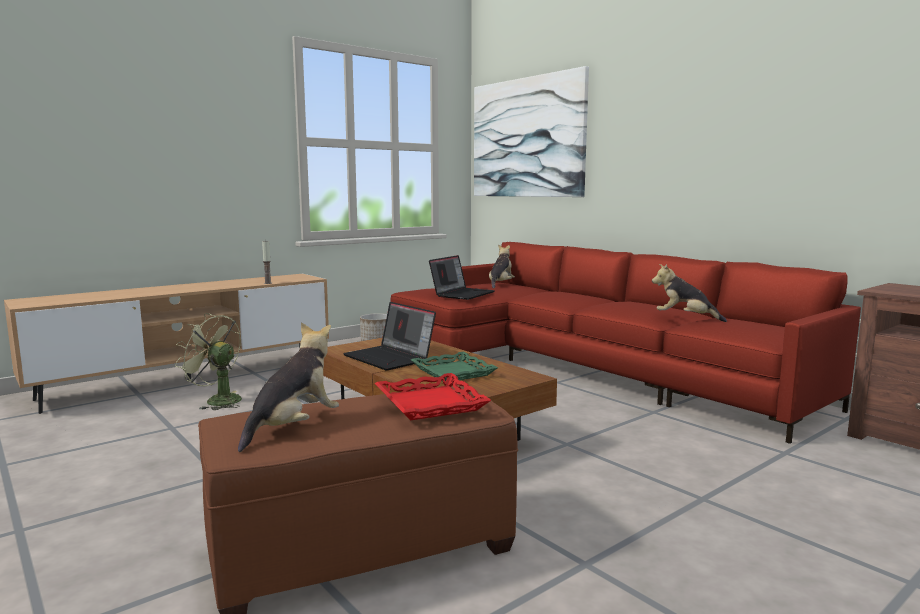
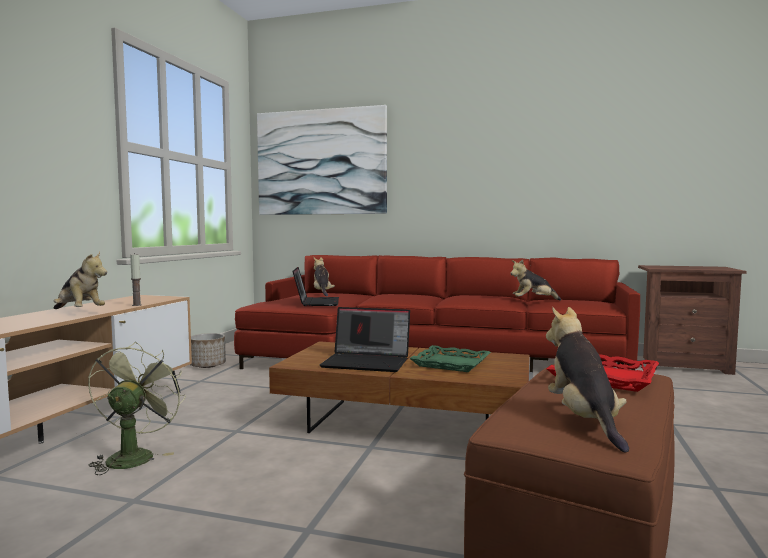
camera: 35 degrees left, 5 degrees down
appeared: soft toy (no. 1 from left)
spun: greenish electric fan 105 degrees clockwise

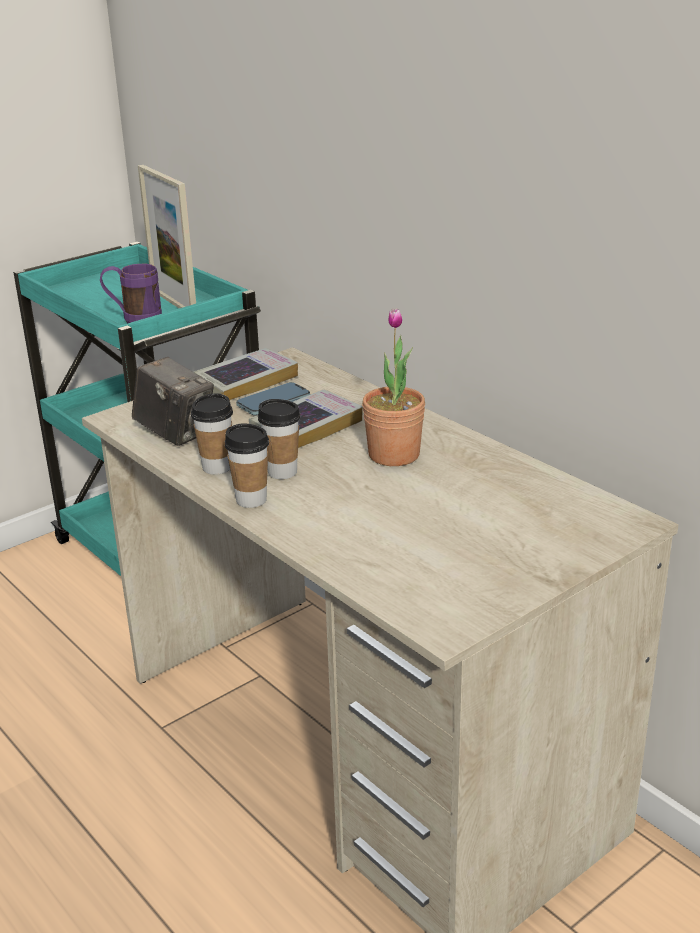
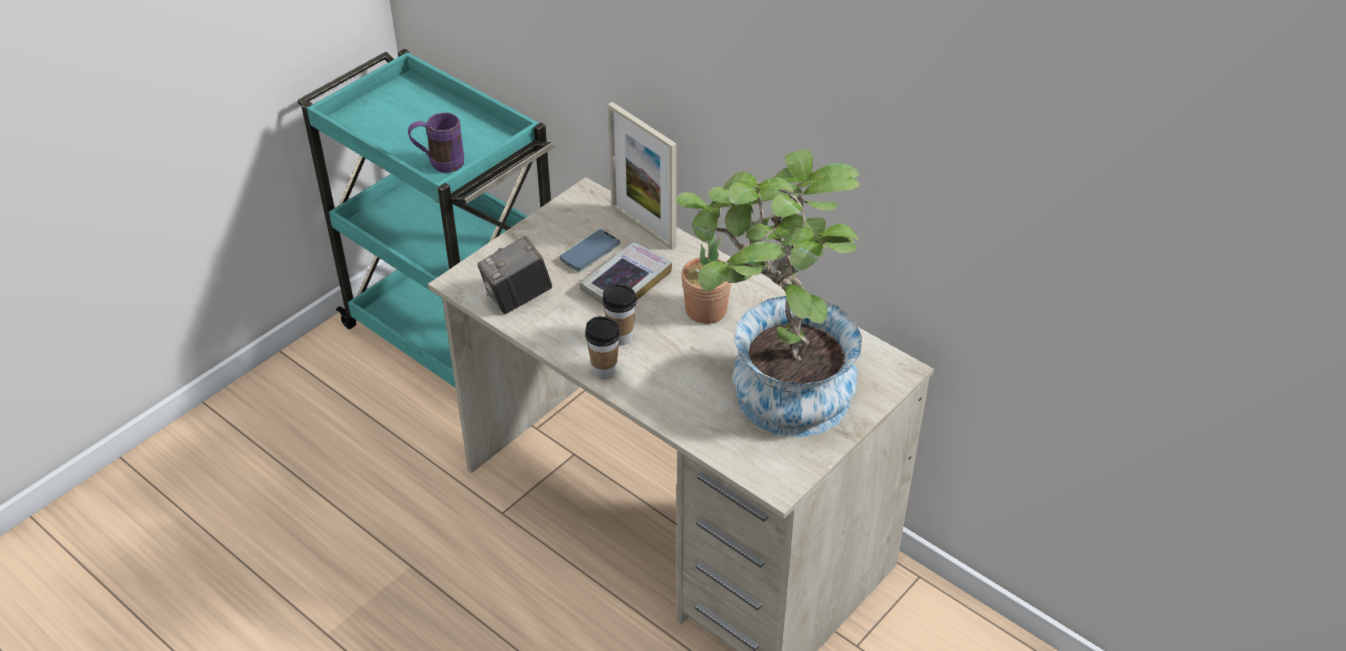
camera: 10 degrees left, 15 degrees up
missing: small cup (no. 1 from left); volume (no. 1 from left)
appeared: houseplant (no. 2 from left)
relocated: standing frame
spun: still camera 120 degrees clockwise

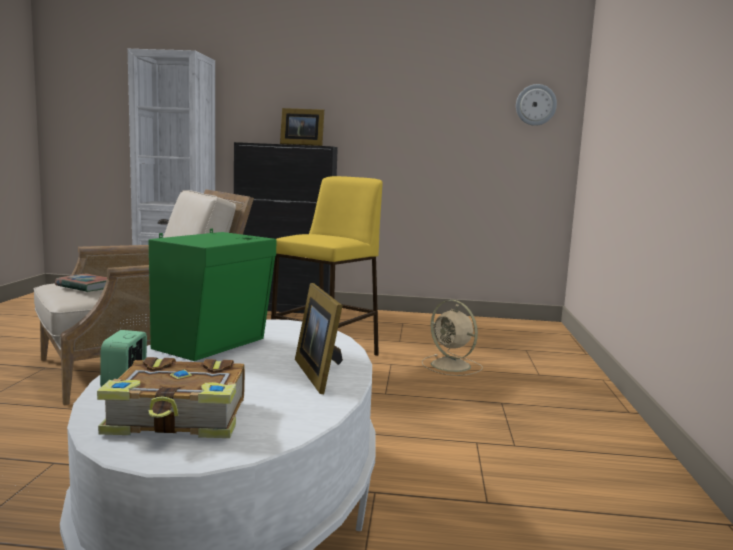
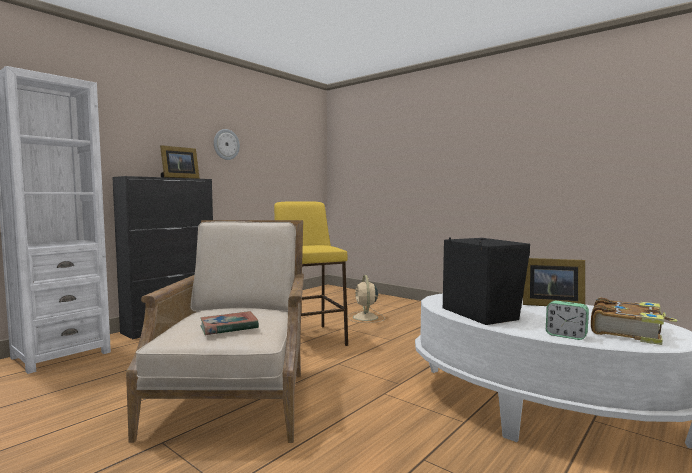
camera: 55 degrees left, 5 degrees down
relocated: wall clock
colour: greenish audio speaker to black audio speaker
spun: beige electric fan 90 degrees clockwise

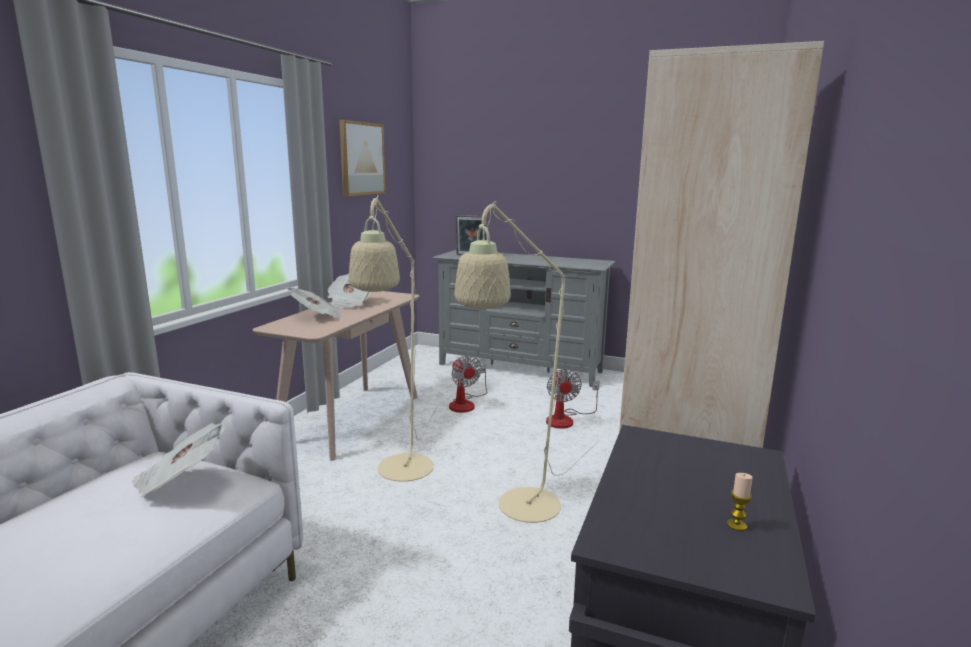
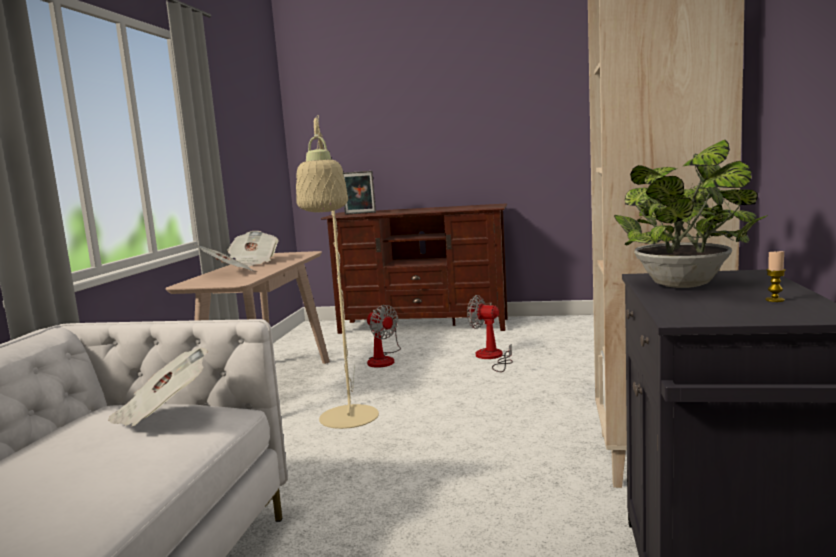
camera: 10 degrees left, 5 degrees down
missing: wall picture; beige standing lamp (no. 2 from left)
appeared: houseplant
colour: grey tv unit to brown-coloured tv unit
spun: electric fan (no. 2 from left) 135 degrees clockwise

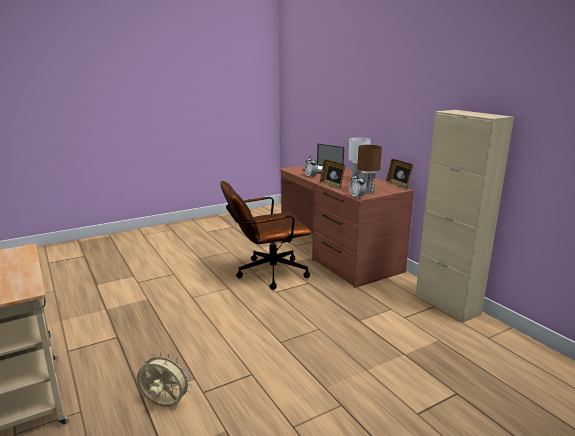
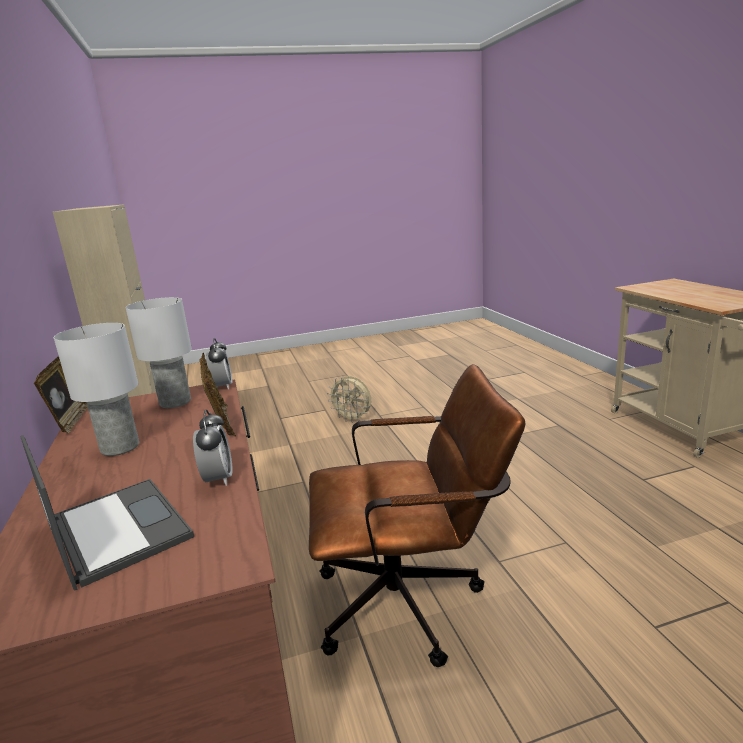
camera: 165 degrees left, 0 degrees up
relocated: beige electric fan
colour: brown-coloured table lamp to white-coloured table lamp (no. 2 from left)

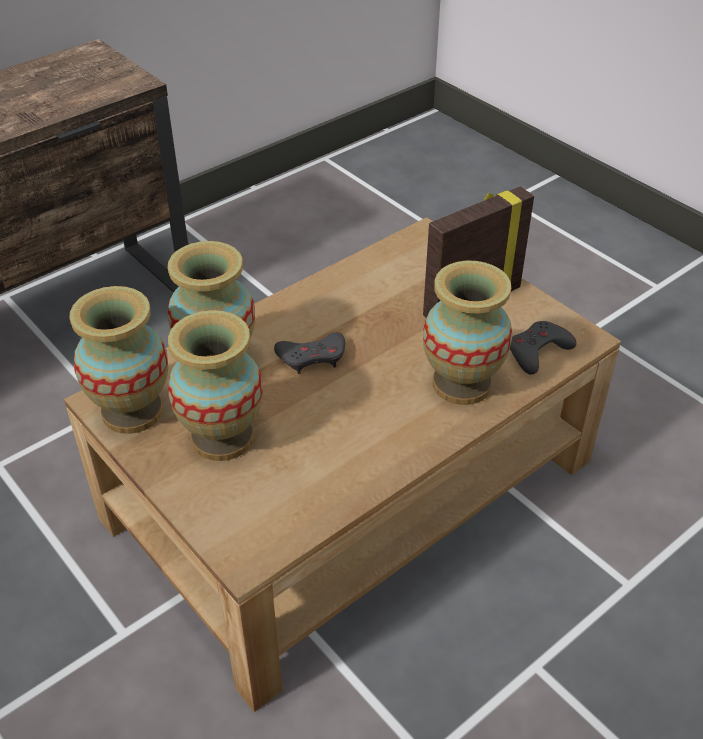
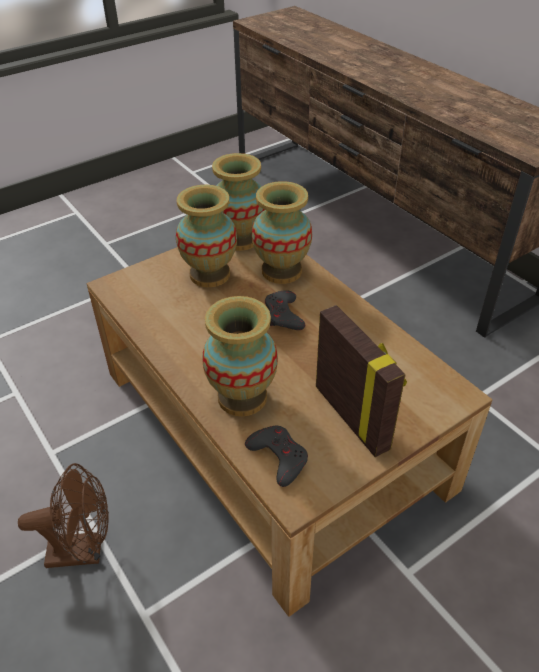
camera: 95 degrees right, 0 degrees up
appeared: brown-coloured electric fan

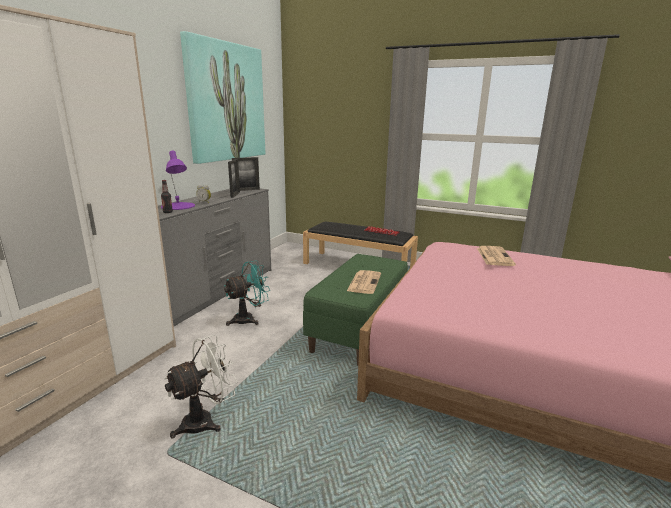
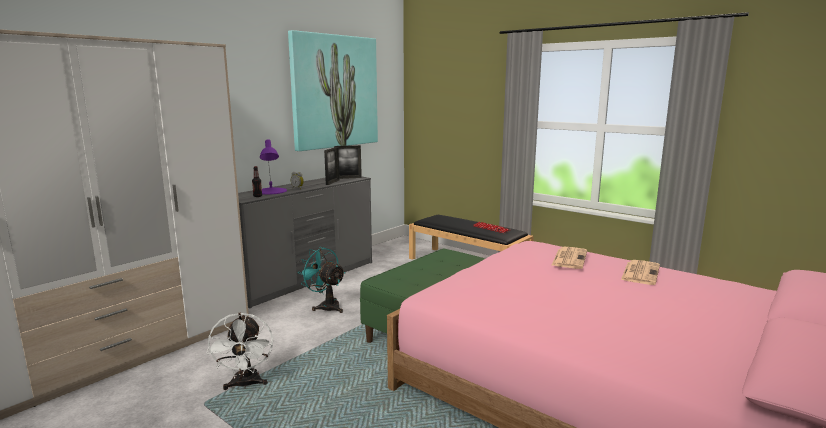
camera: 15 degrees right, 5 degrees down
relocated: daily paper (no. 1 from left in the first image) to daily paper (no. 2 from left)
spun: white-coloured electric fan 105 degrees clockwise; turquoise-coloured electric fan 120 degrees counterclockwise

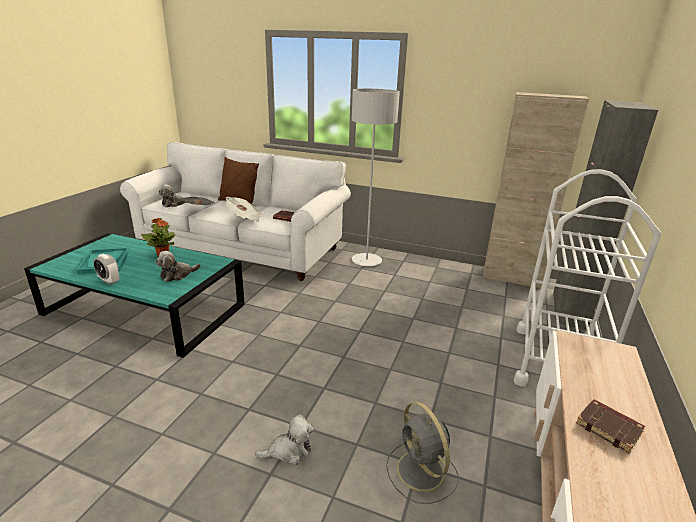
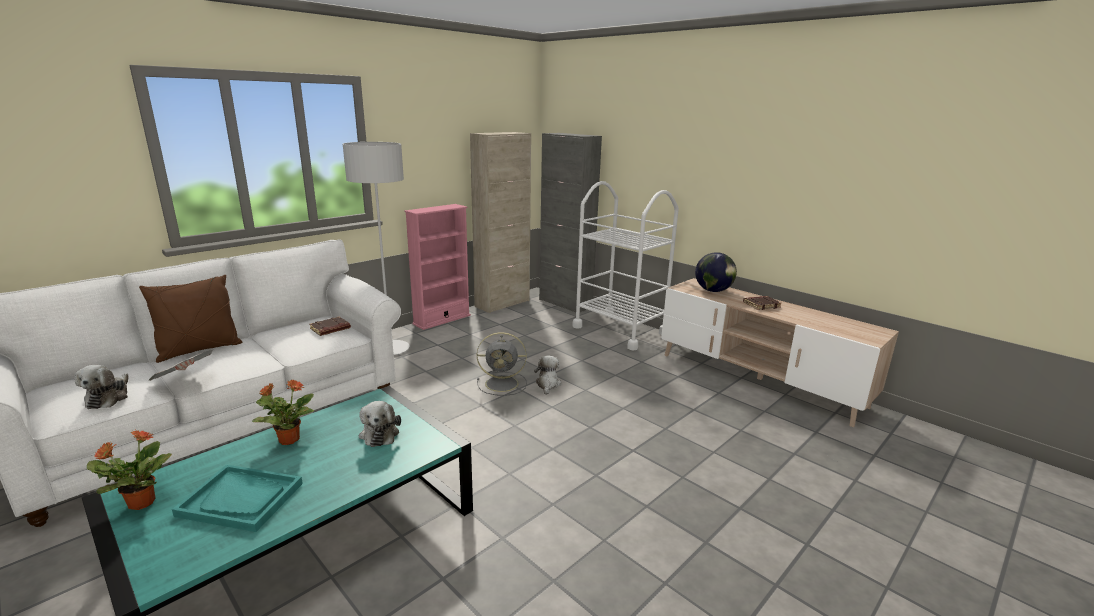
camera: 65 degrees left, 5 degrees down
missing: bedside clock; daily paper (no. 2 from left)
appeared: houseplant (no. 1 from left); pink shelving unit; desk globe
relocated: grey electric fan; soft toy (no. 3 from left)

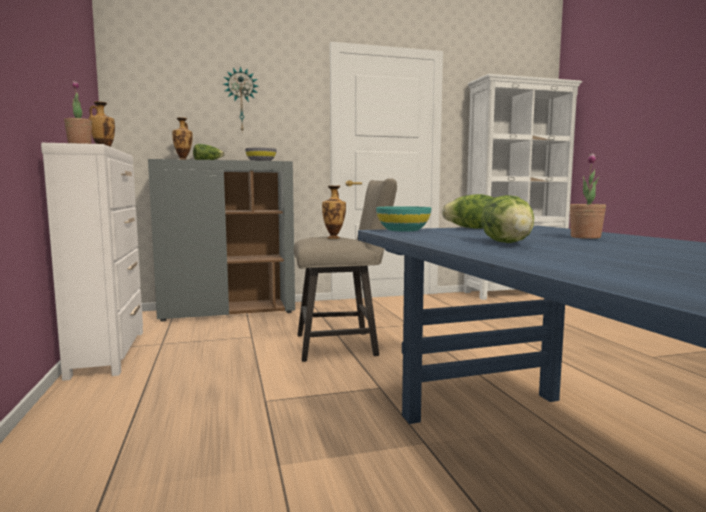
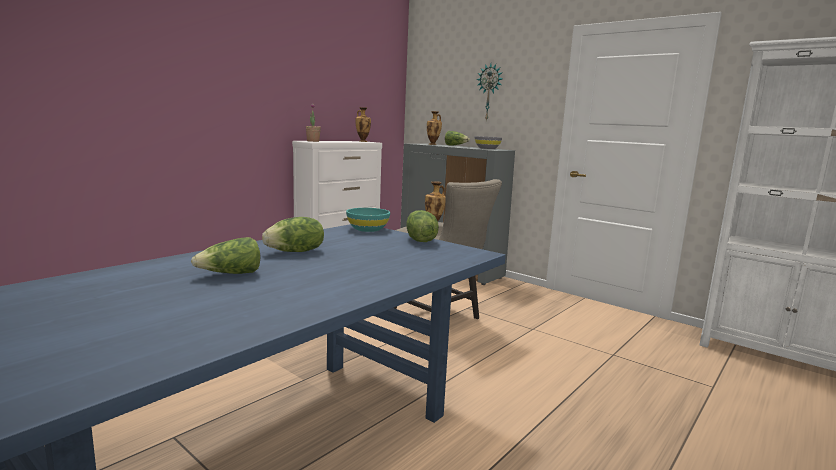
camera: 55 degrees right, 5 degrees up
missing: houseplant (no. 2 from left)
appeared: lettuce (no. 1 from left)

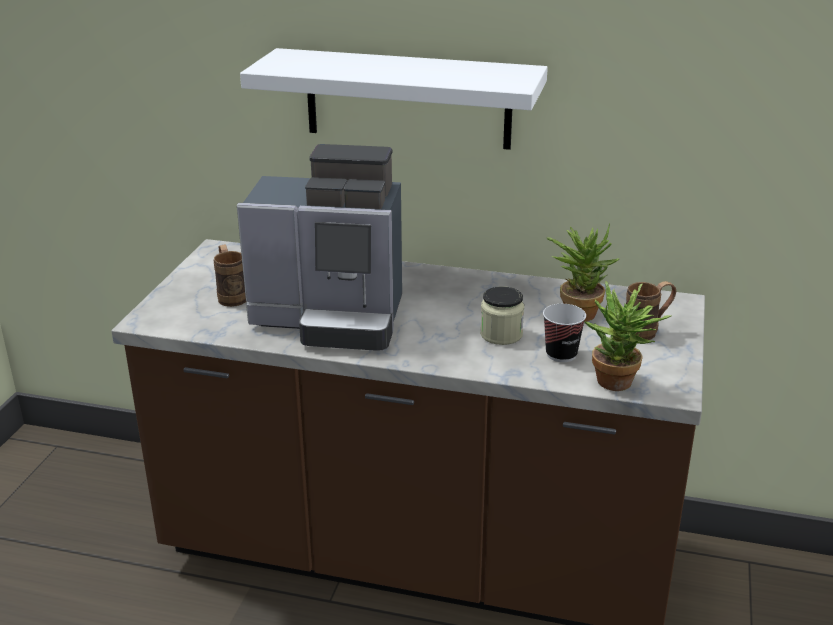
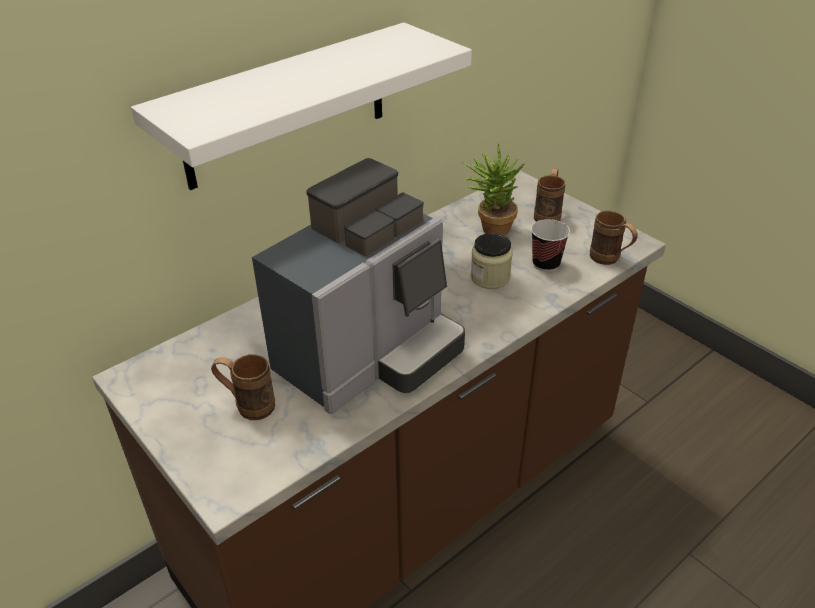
camera: 55 degrees left, 10 degrees up
exchanged: houseplant (no. 2 from left) to brown-coloured coffee mug (no. 3 from left)

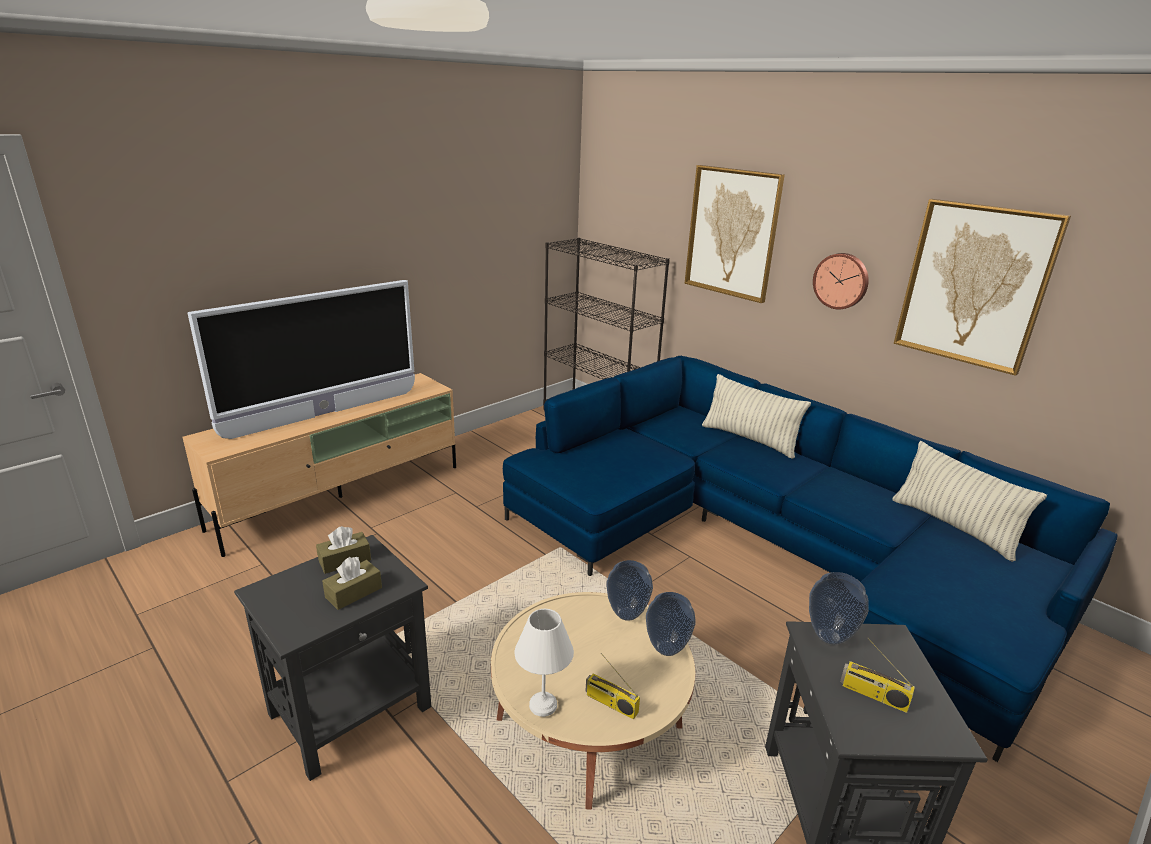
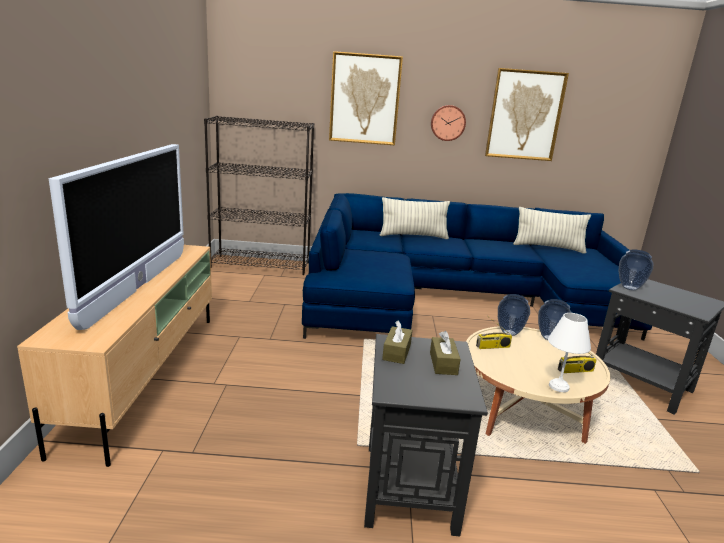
camera: 45 degrees left, 5 degrees down
relocated: radio set (no. 2 from left in the first image) to radio set (no. 1 from left)

